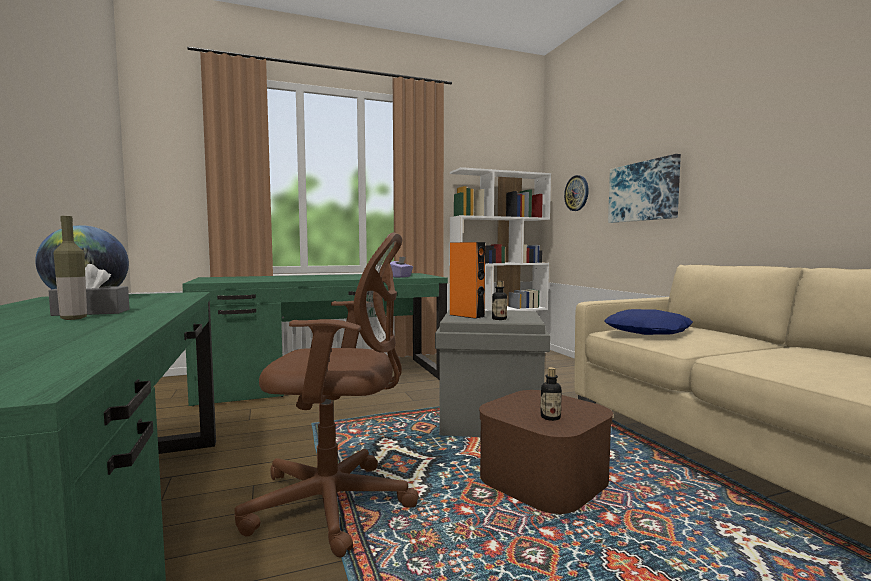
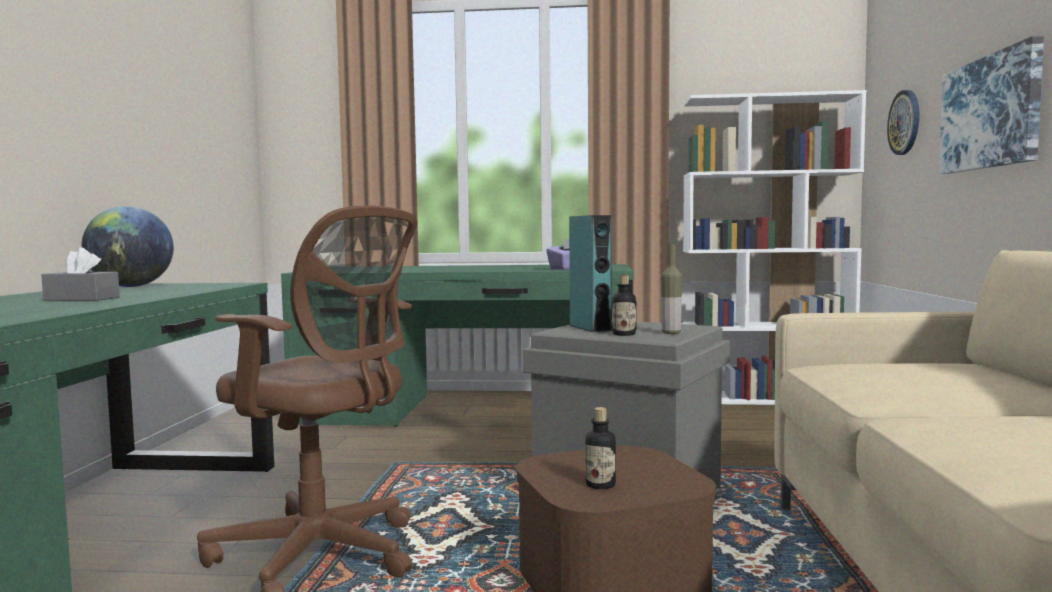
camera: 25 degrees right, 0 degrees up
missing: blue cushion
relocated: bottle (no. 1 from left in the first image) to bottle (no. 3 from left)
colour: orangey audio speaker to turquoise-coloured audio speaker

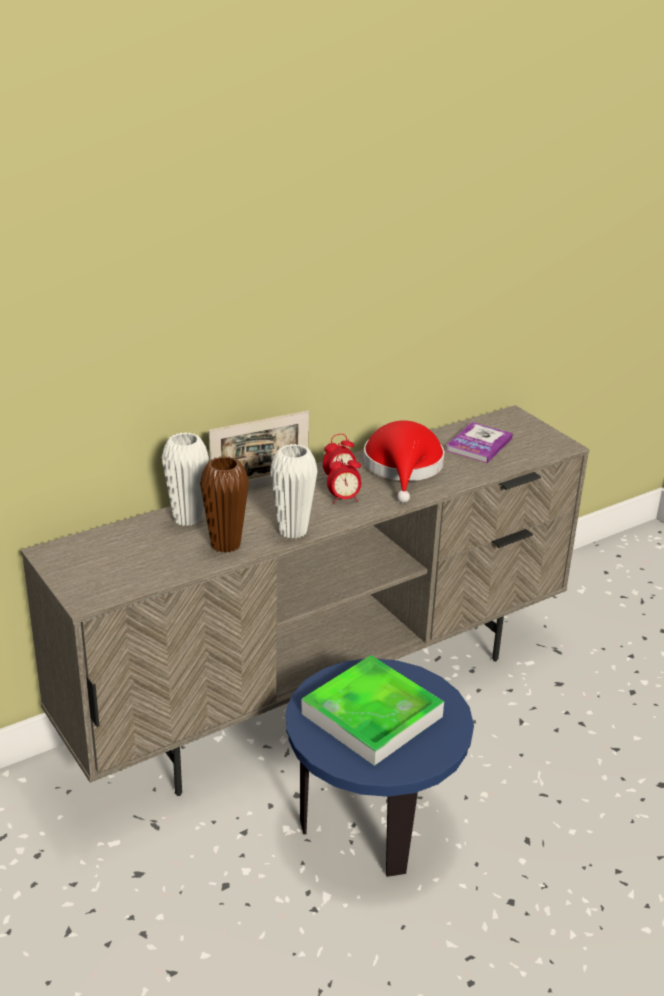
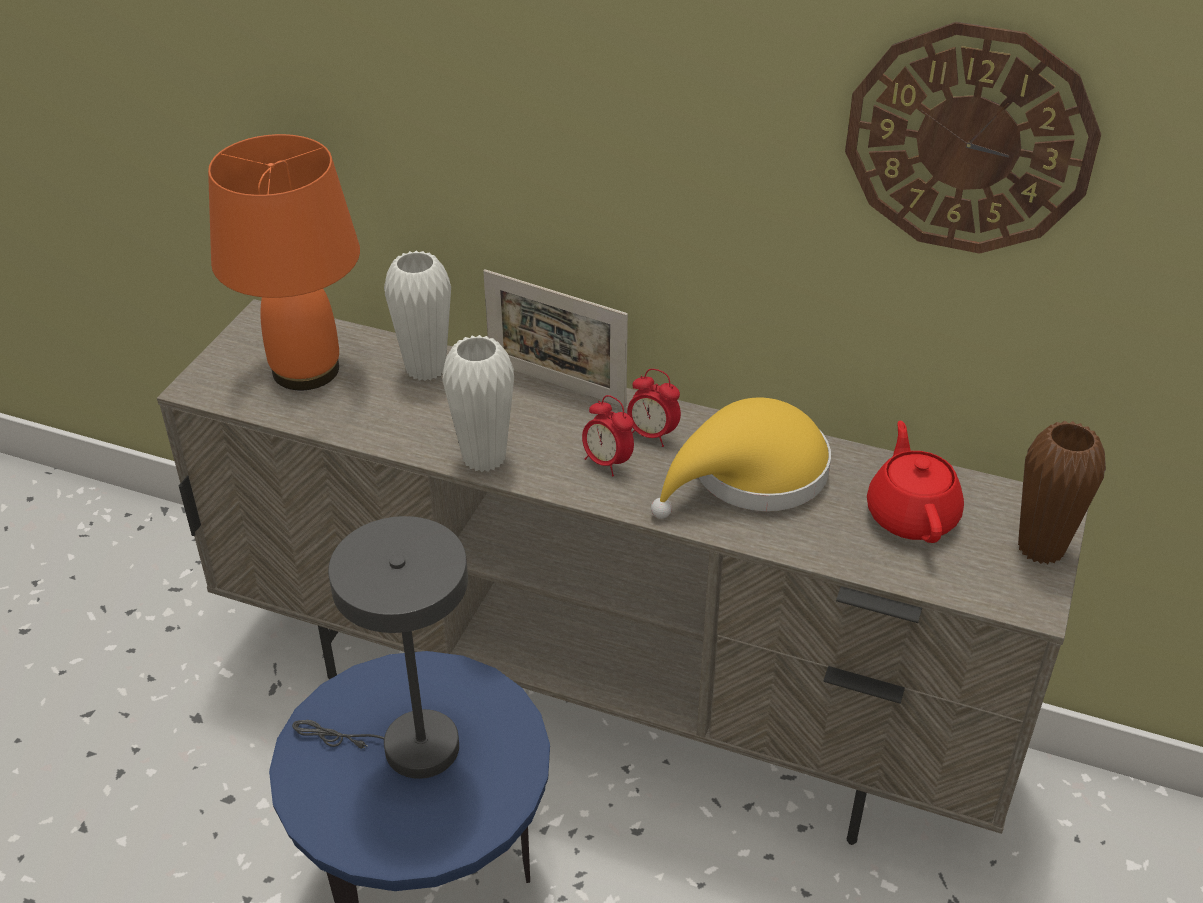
camera: 55 degrees right, 10 degrees up
appeared: orangey table lamp; wall clock
relocated: brown-coloured flower vase
exchanged: carrying tray to grey table lamp; volume to red pot for tea
colour: red wearable hat to yellow-coloured wearable hat

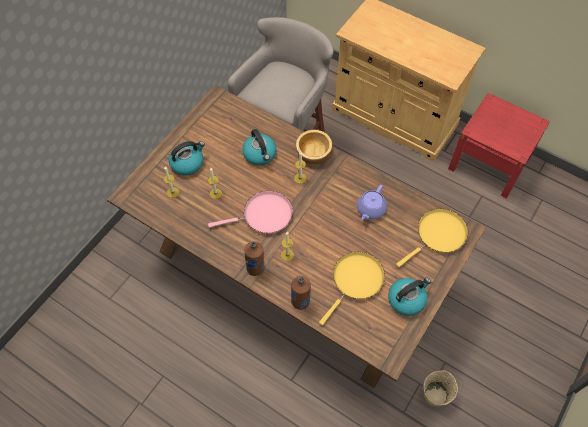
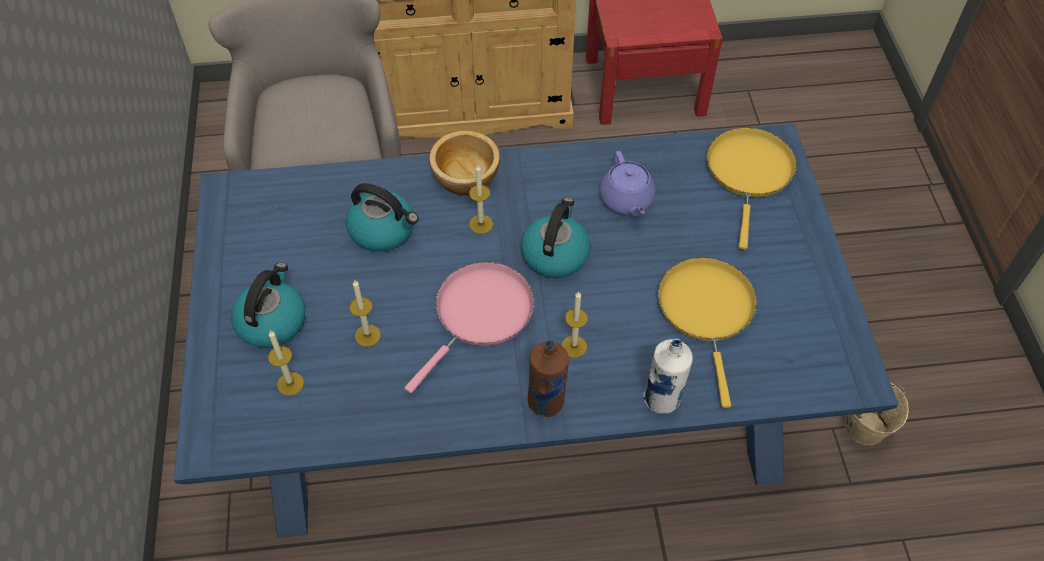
camera: 40 degrees left, 5 degrees down
relocated: kettle (no. 3 from left)
colour: brown-coloured dinner table to blue dinner table; brown-coloured bottle (no. 2 from left) to white-coloured bottle

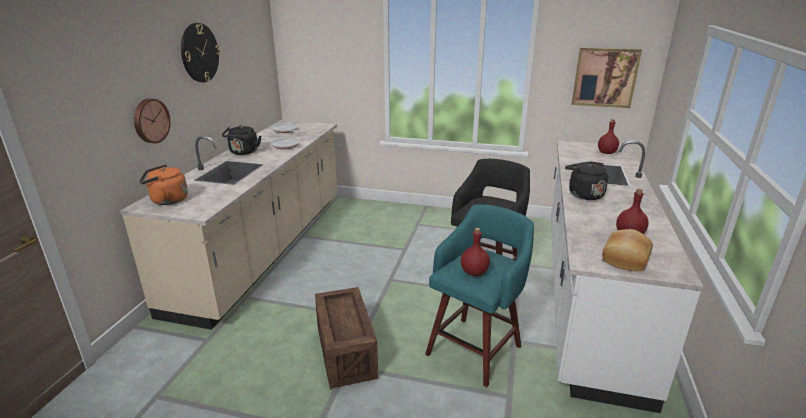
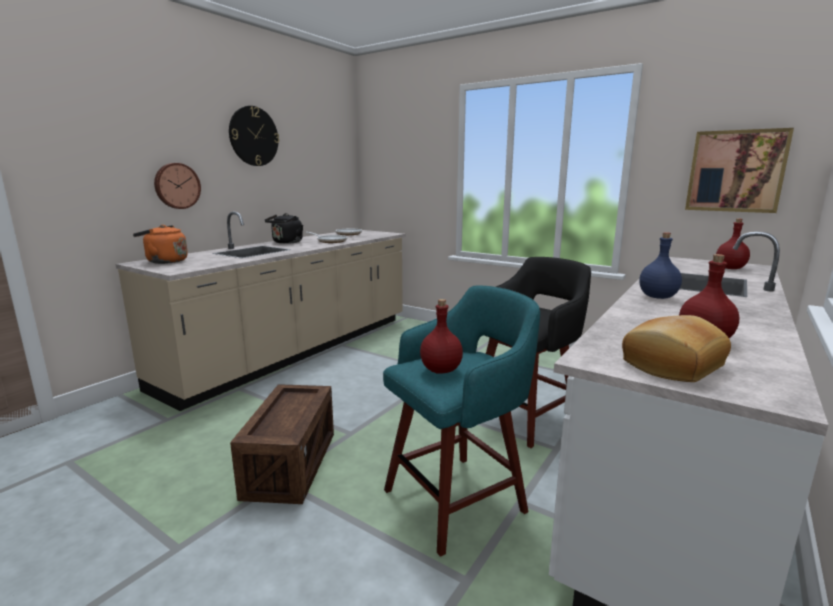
camera: 20 degrees right, 10 degrees down
exchanged: black kettle (no. 2 from left) to blue bottle

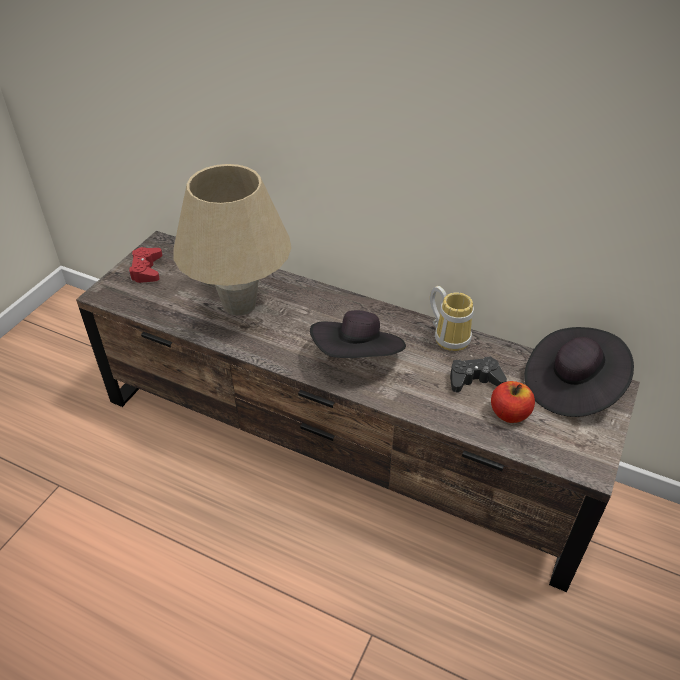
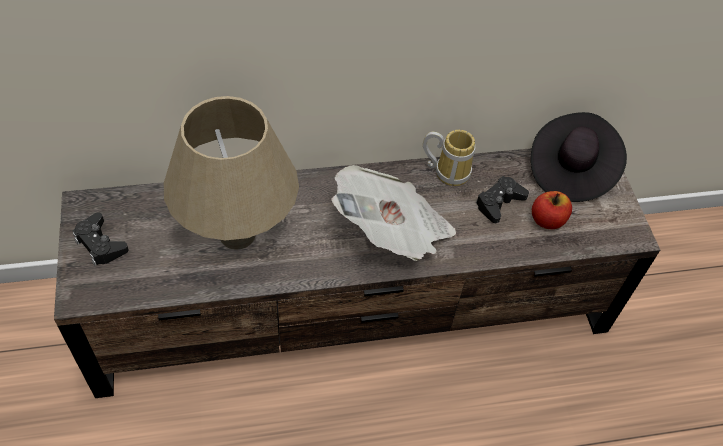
camera: 40 degrees left, 10 degrees up
exchanged: black wearable hat (no. 1 from left) to daily paper
colour: red game controller to black game controller (no. 1 from left)

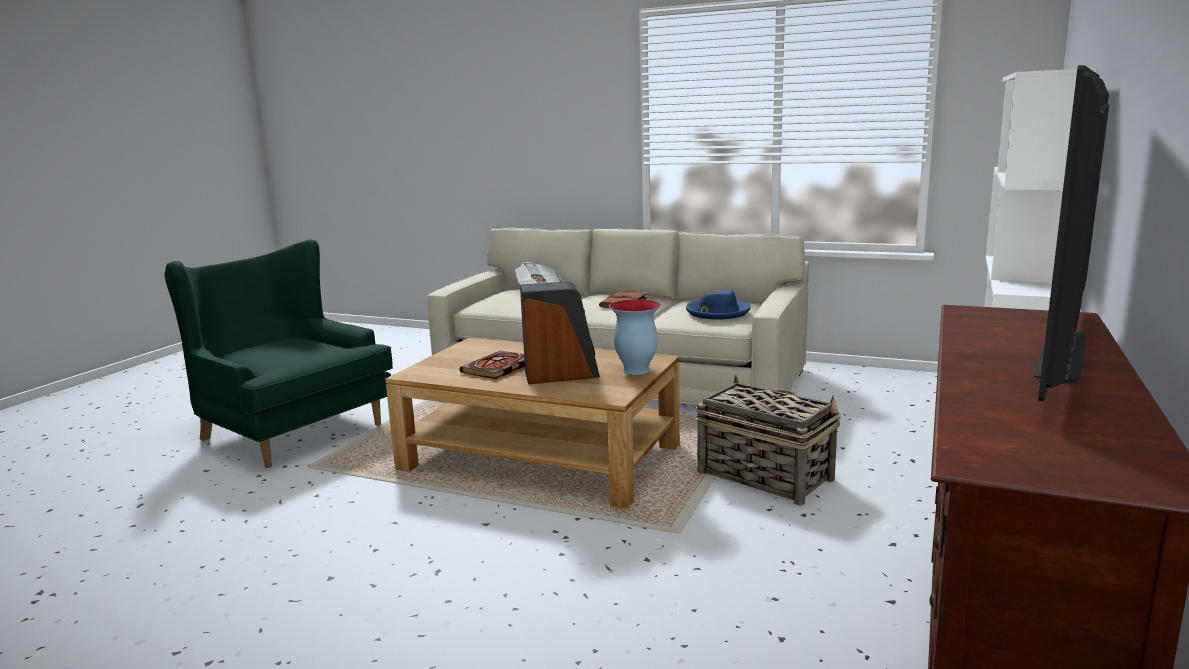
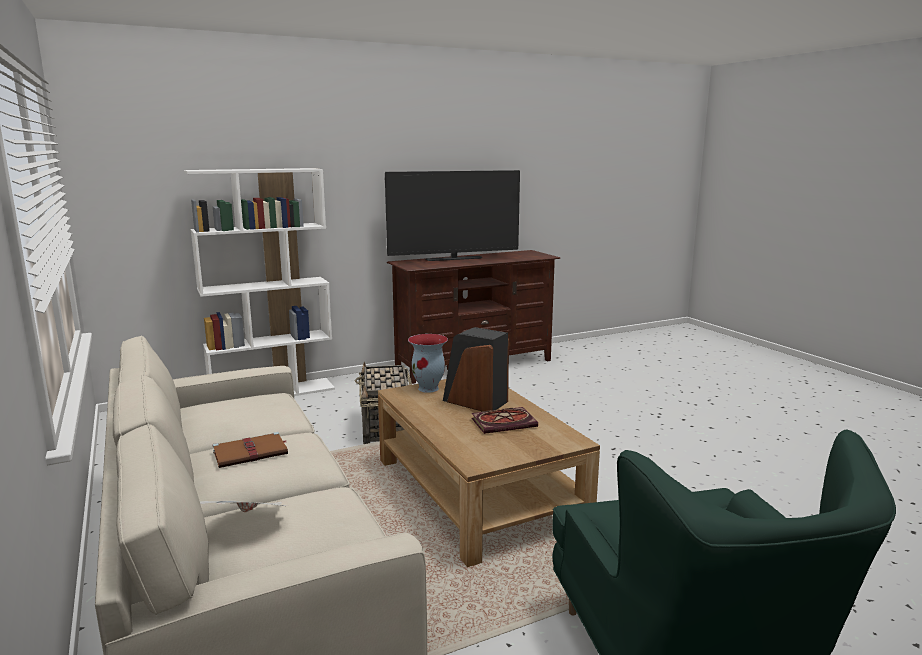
camera: 140 degrees left, 0 degrees up
missing: blue wearable hat

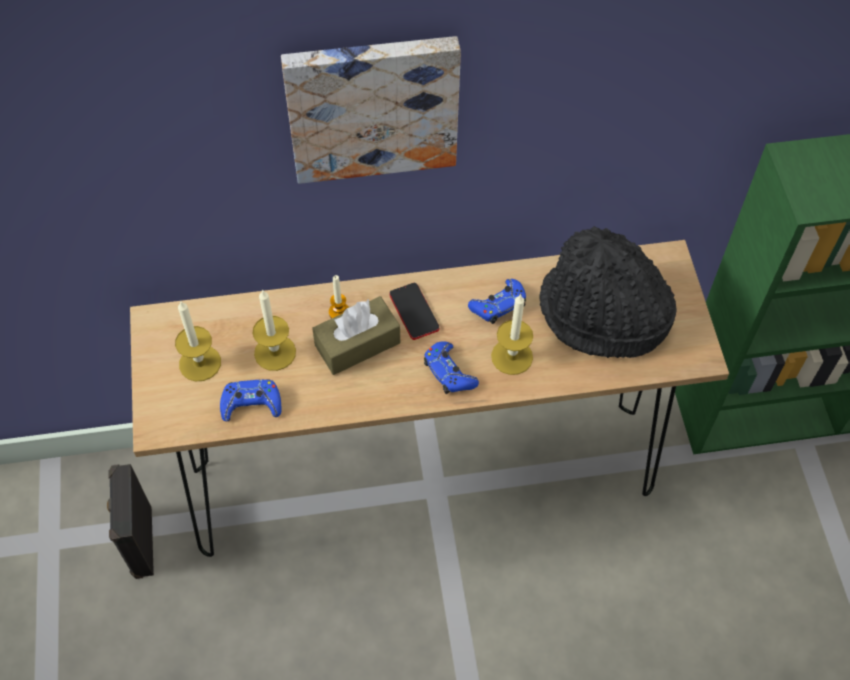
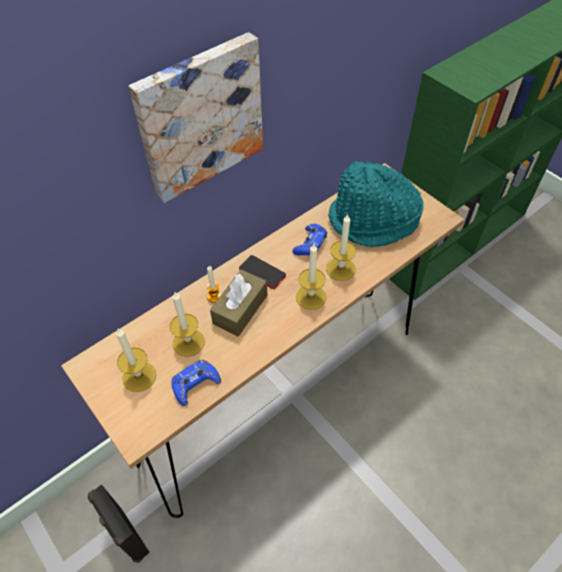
camera: 30 degrees left, 5 degrees down
exchanged: blue game controller (no. 2 from left) to candle (no. 4 from left)
colour: black wearable hat to turquoise-coloured wearable hat

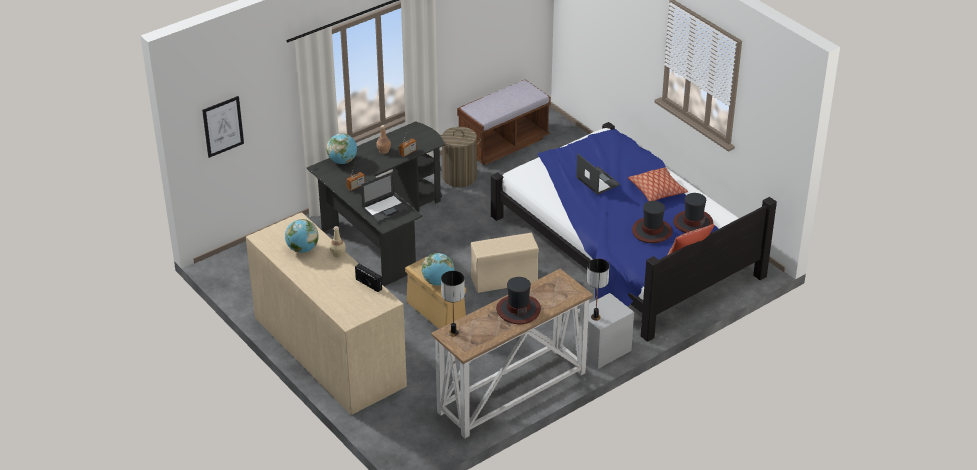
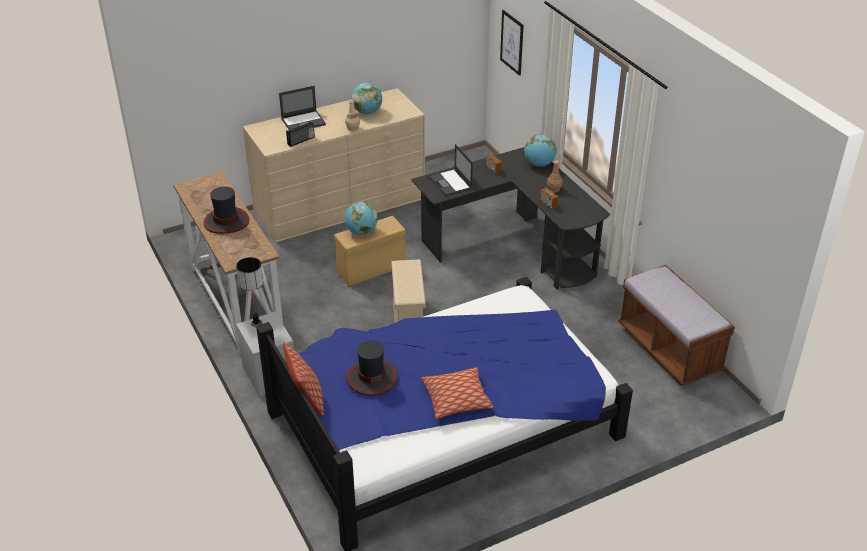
camera: 100 degrees right, 0 degrees up
missing: hamper; table lamp (no. 1 from left); wearable hat (no. 3 from left)
relocated: notebook computer (no. 2 from left in the first image) to notebook computer (no. 1 from left)

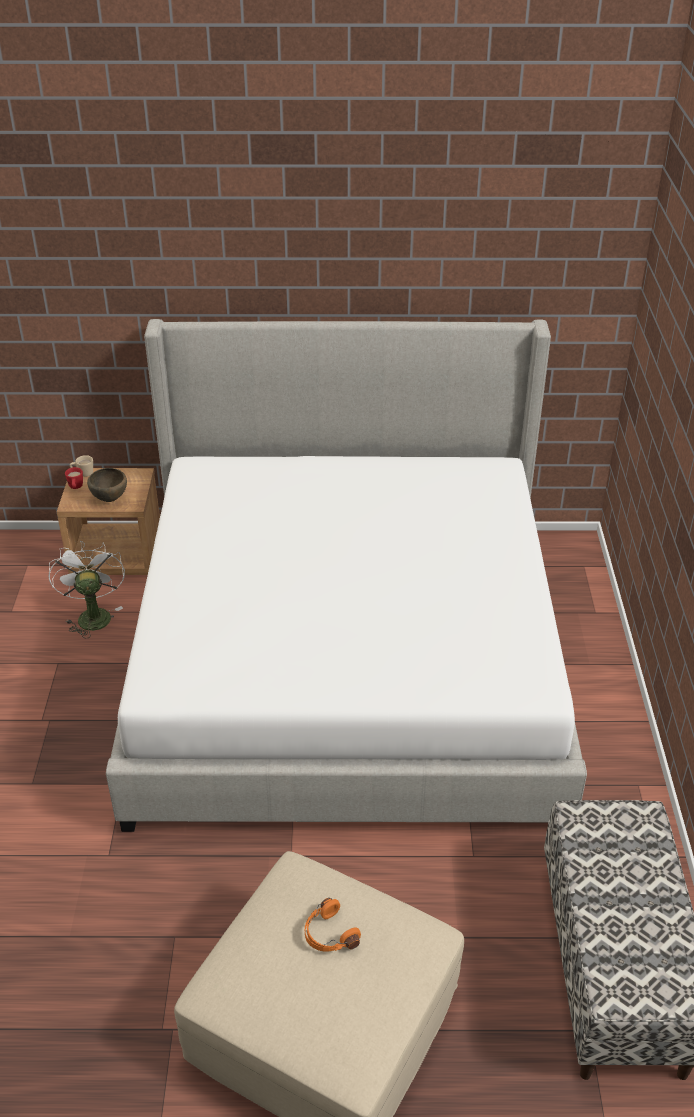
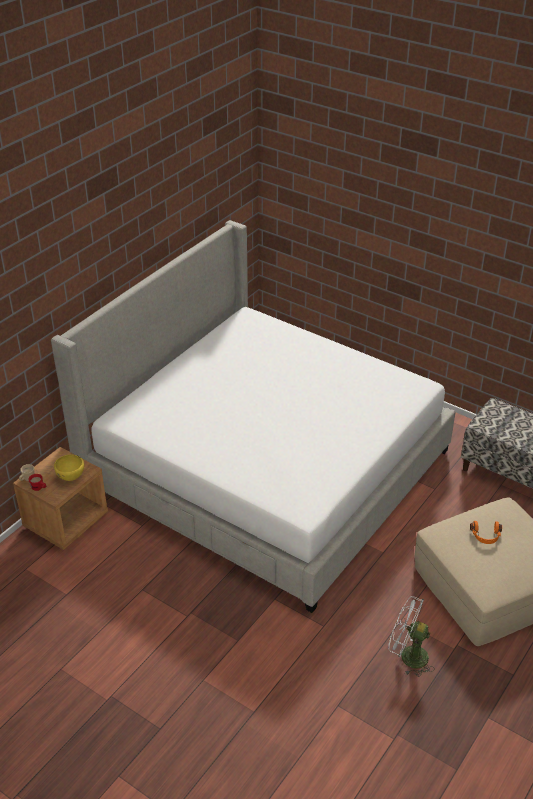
camera: 55 degrees left, 0 degrees up
relocated: white-coloured electric fan
colour: brown-coloured deep dish to yellow-coloured deep dish

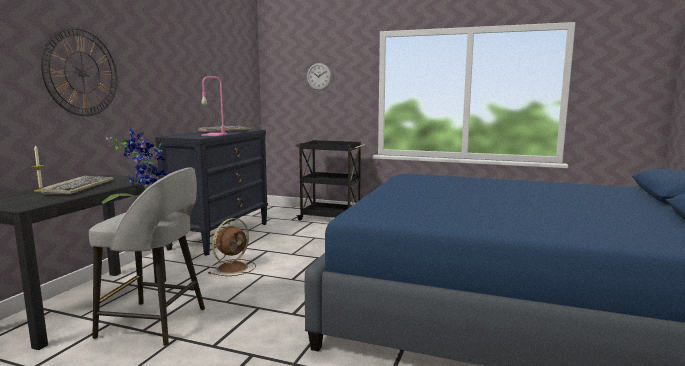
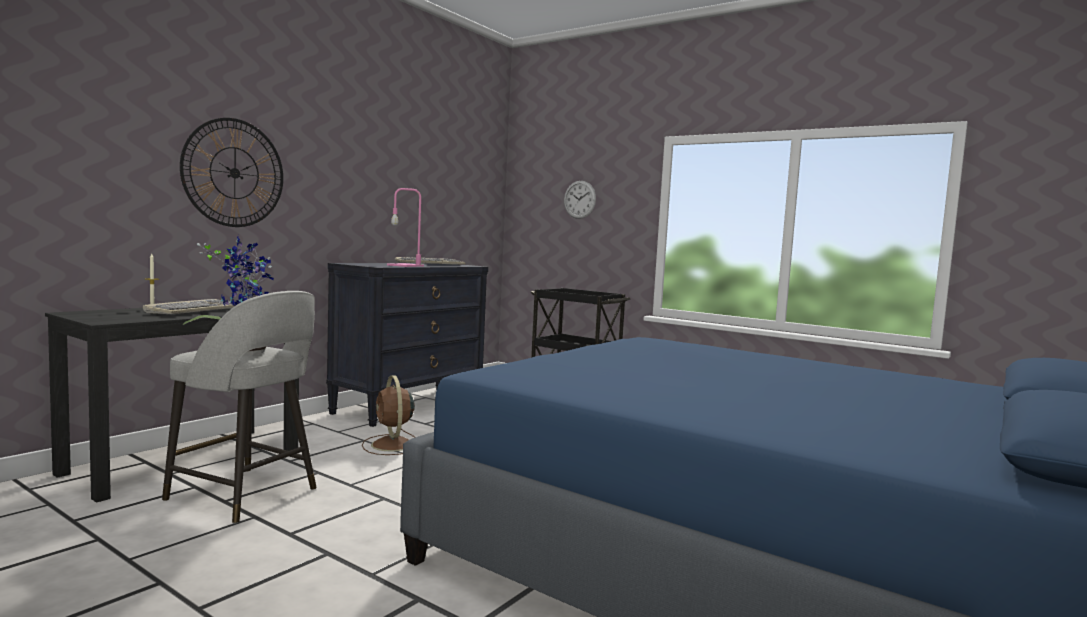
camera: 15 degrees right, 5 degrees down
spun: brown-coloured electric fan 105 degrees clockwise

